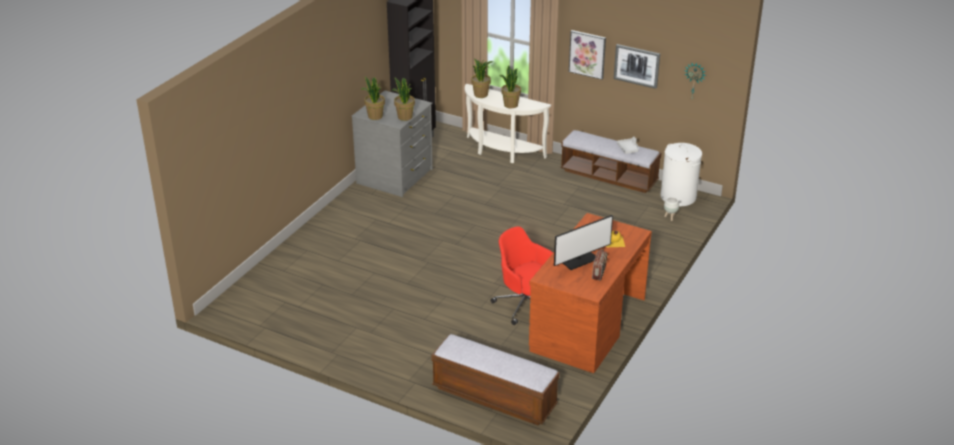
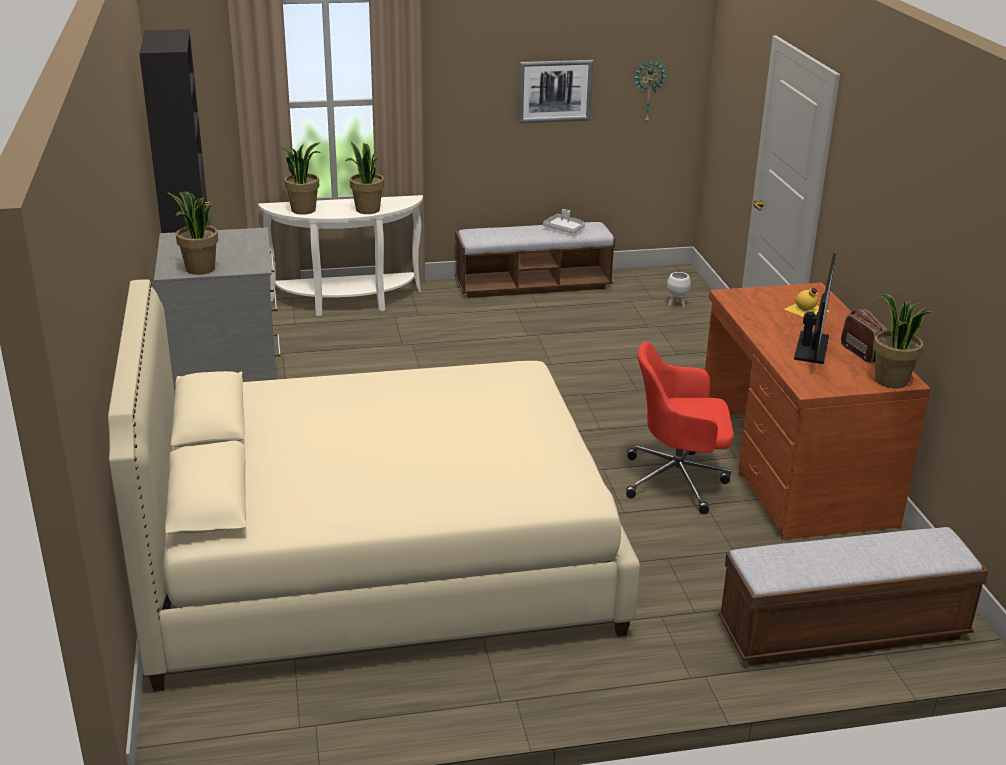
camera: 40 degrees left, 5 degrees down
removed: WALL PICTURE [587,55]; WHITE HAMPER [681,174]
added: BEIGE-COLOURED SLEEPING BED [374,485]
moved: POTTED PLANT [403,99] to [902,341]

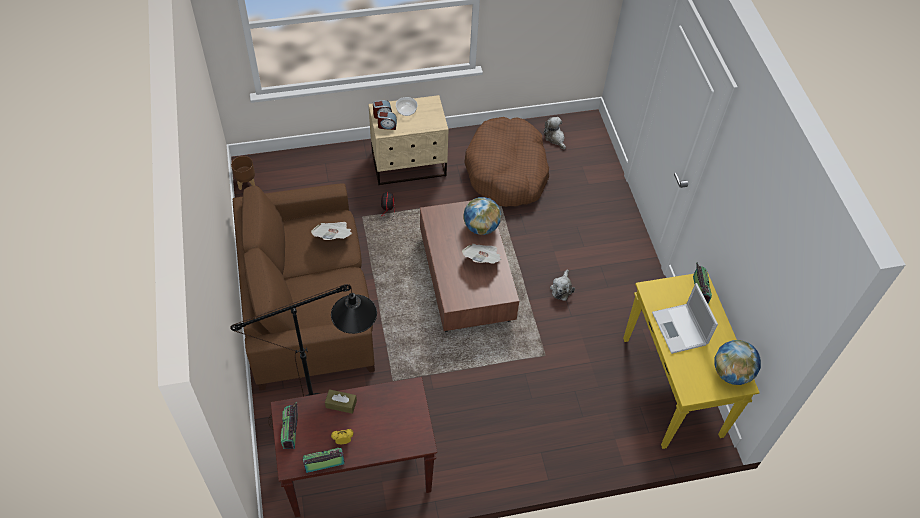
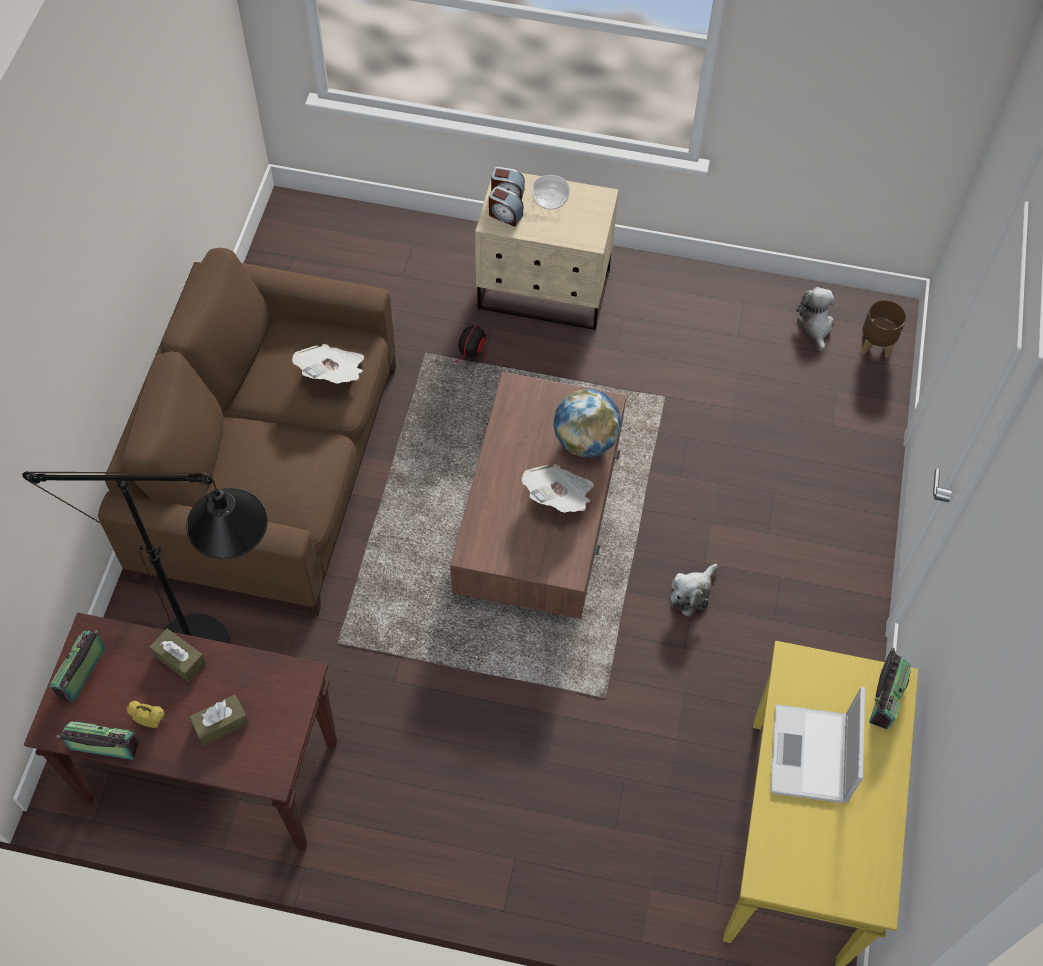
camera: 25 degrees right, 5 degrees up
removed: BROWN-COLOURED DOG BED [506,162]; GLOBE [737,362]
added: BROWN-COLOURED TISSUE BOX [219,720]
moved: BROWN-COLOURED FLOWER POT [243,173] to [883,329]

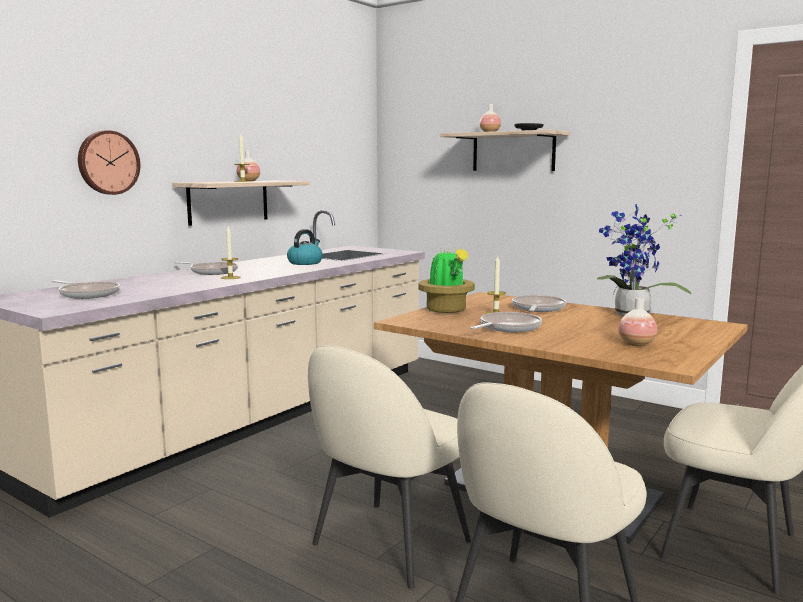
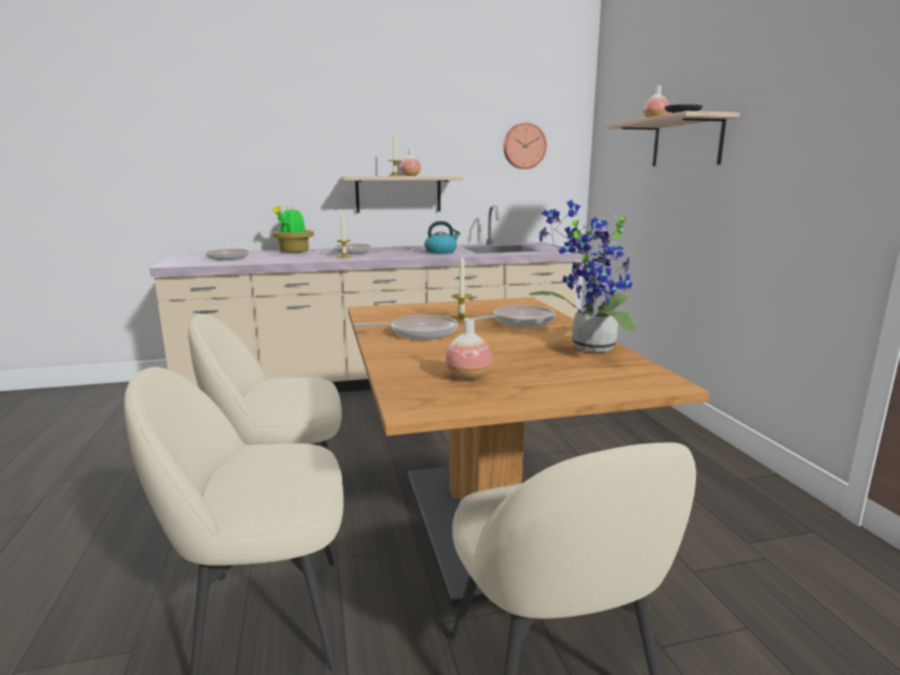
camera: 40 degrees right, 5 degrees up
moved: HANGING CLOCK [109,162] to [525,146]; POTTED PLANT [446,280] to [293,229]

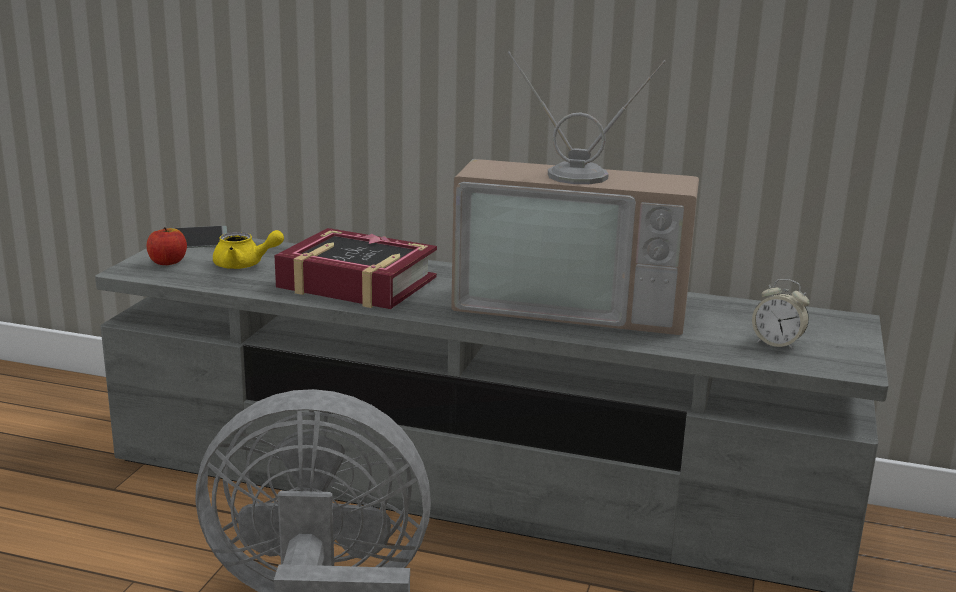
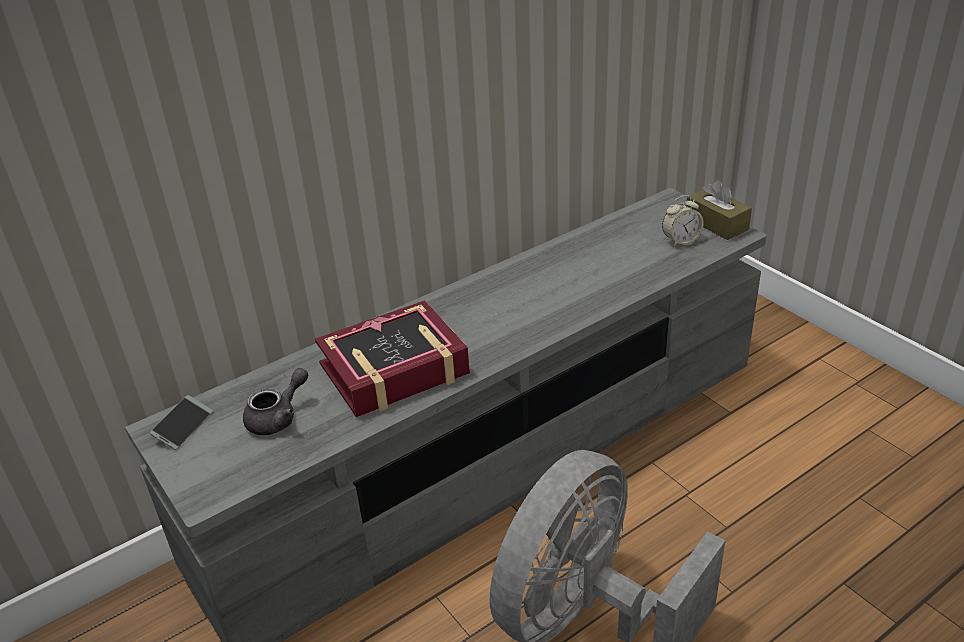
camera: 50 degrees left, 15 degrees up
removed: WHOLE APPLE [166,246]; TELEVISION [575,193]
added: BROWN-COLOURED TISSUE BOX [719,210]
recoloured: YELLOW-COLOURED TEA POT [248,249] to GREY TEA POT [275,401]

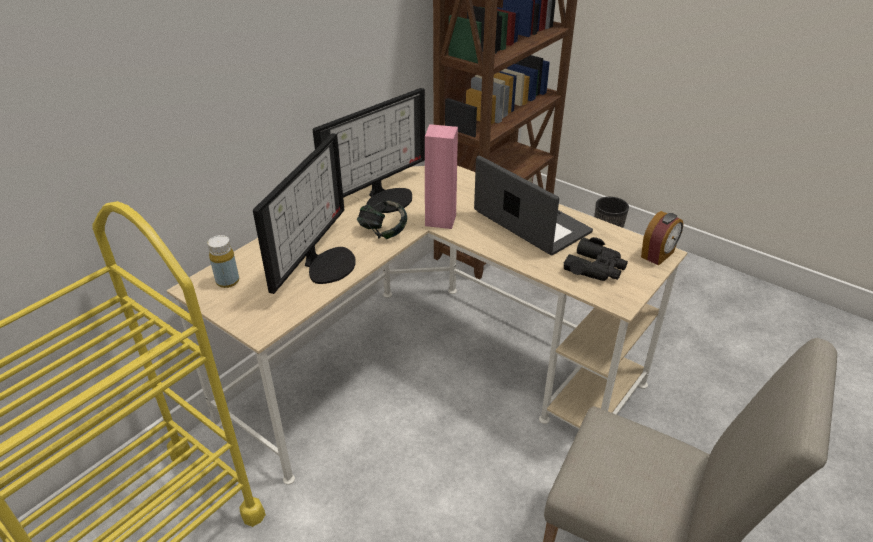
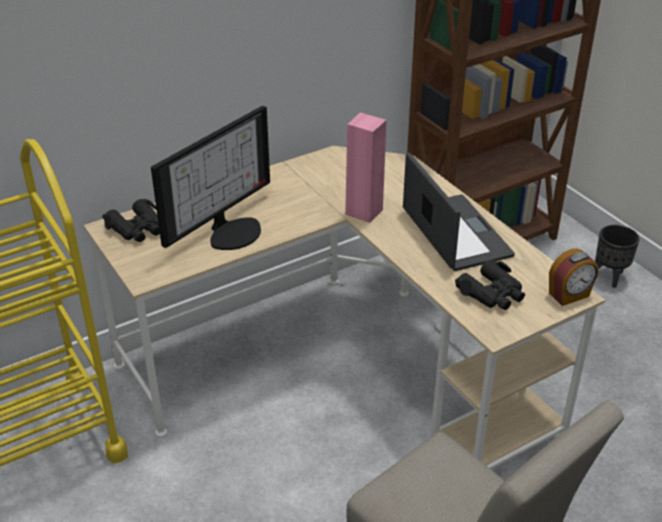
camera: 20 degrees right, 0 degrees up
removed: MONITOR [369,150]; PAIR OF HEADPHONES [382,219]
replaced: YELLOW-COLOURED BEVERAGE BOTTLE [223,261] to BLACK PAIR OF BINOCULARS [131,220]

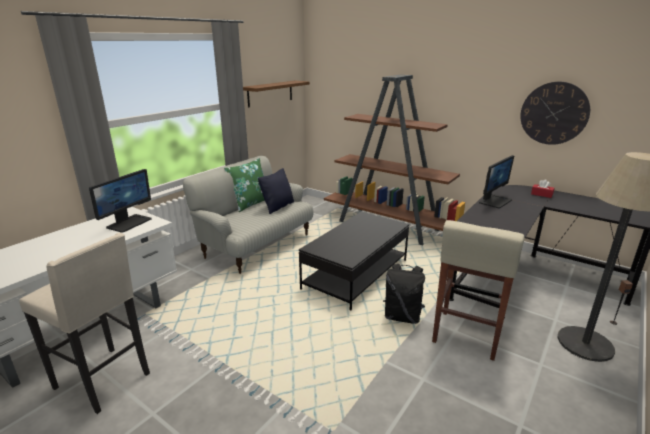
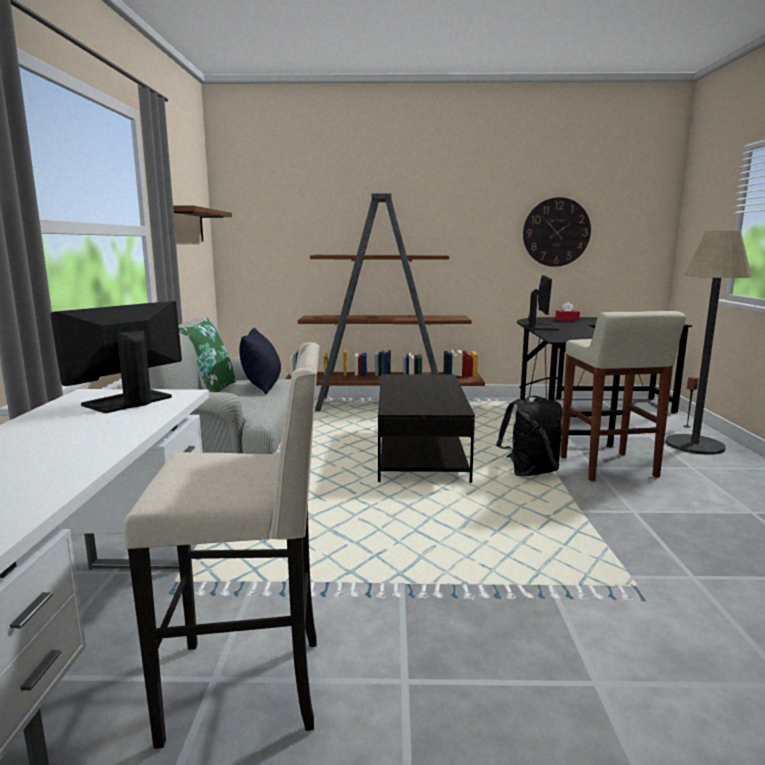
camera: 35 degrees left, 10 degrees down
turned: MONITOR [120,201] = [116,357] 135 degrees counterclockwise

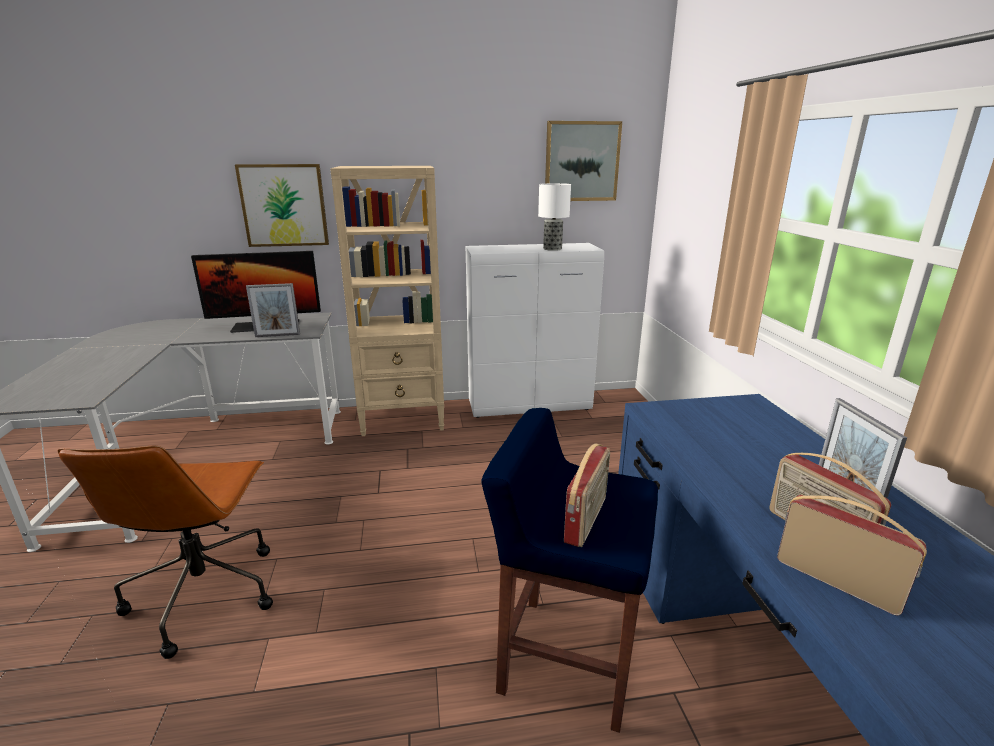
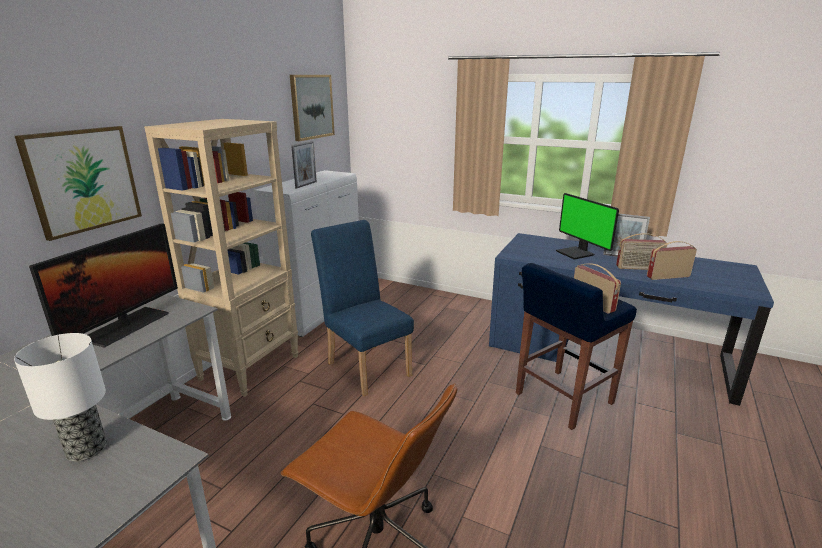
camera: 55 degrees left, 0 degrees up
added: BLUISH PLAIN CHAIR [362,308]; MONITOR [587,226]
moved: PHOTO FRAME [273,310] to [304,165]; LAMP FOR A TABLE [554,217] to [60,397]

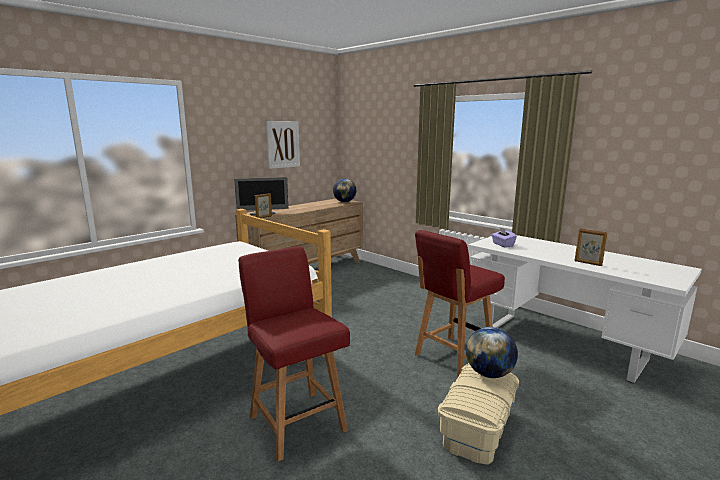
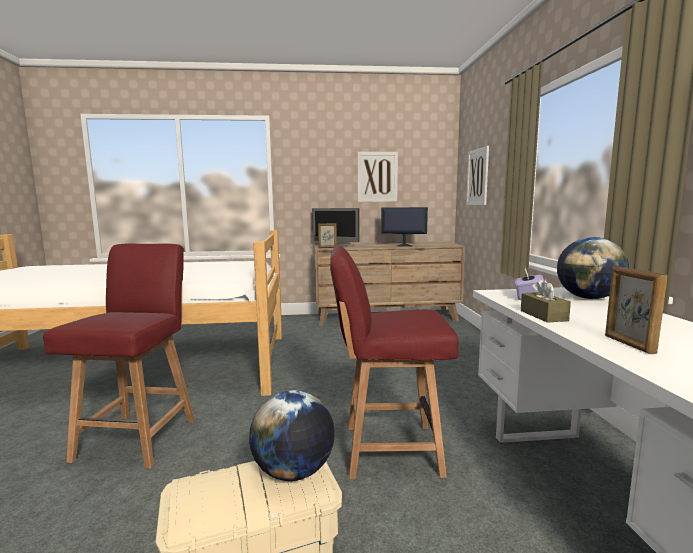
camera: 40 degrees right, 5 degrees down
added: MONITOR [404,227]; WALL PICTURE [477,175]; BROWN-COLOURED TISSUE BOX [546,301]
moved: GLOBE [344,190] to [593,268]

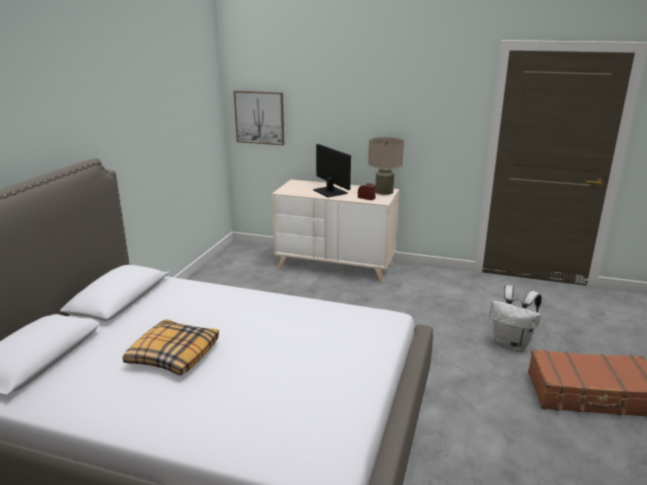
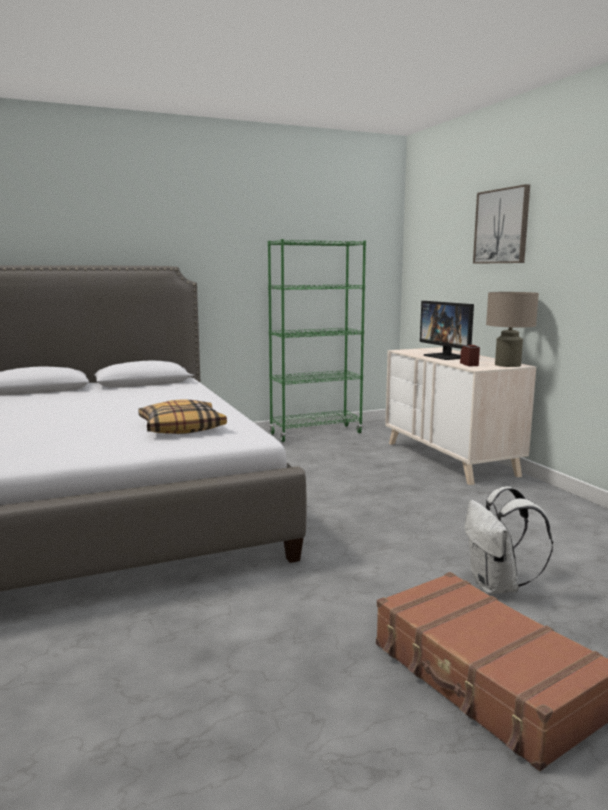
camera: 50 degrees right, 10 degrees down
added: GREENISH SHELVING UNIT [317,340]
moved: PILLOW [171,347] to [182,416]; WALL PICTURE [259,118] to [501,224]
turned: MONITOR [332,170] = [447,330] 135 degrees clockwise

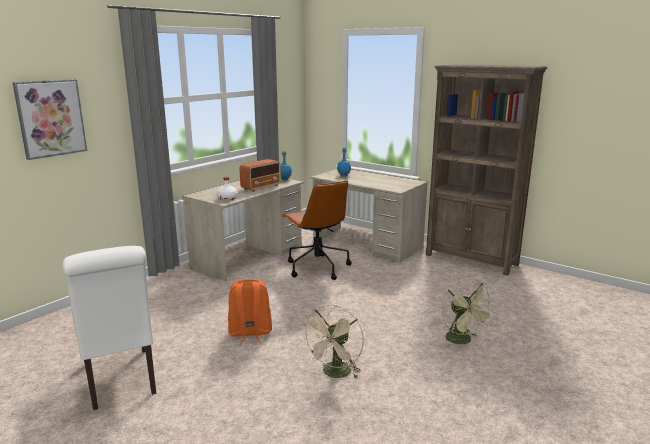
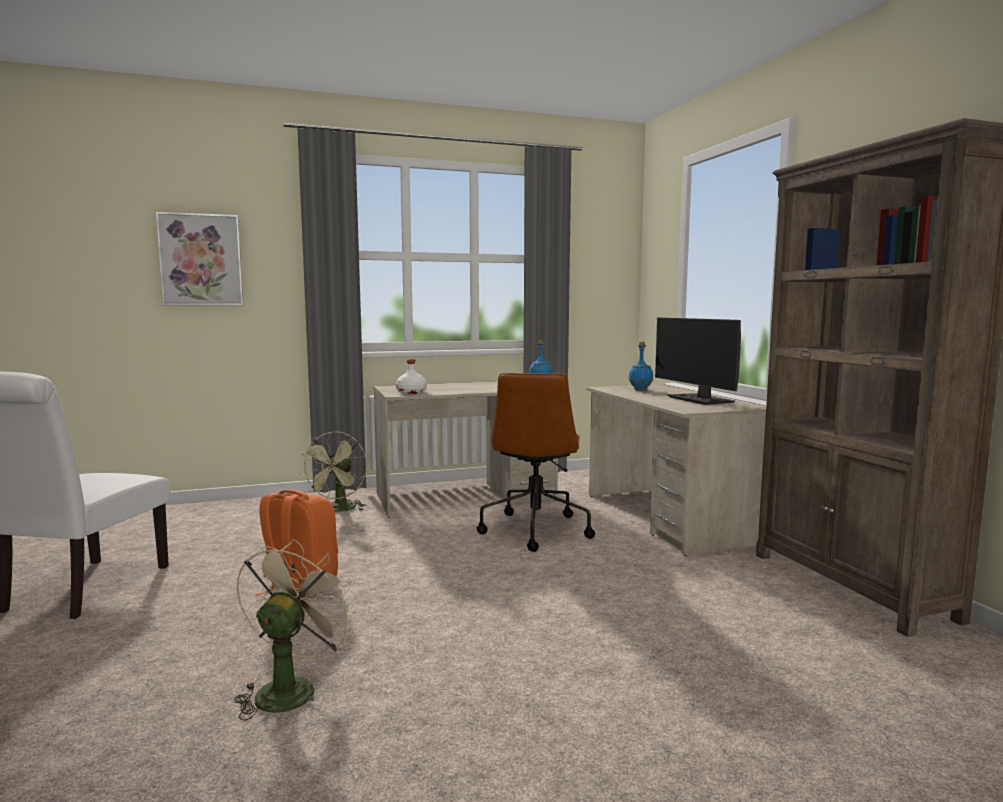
camera: 35 degrees right, 10 degrees down
removed: RADIO SET [260,175]
added: MONITOR [698,361]
moved: GREENISH ELECTRIC FAN [468,313] to [333,471]
turned: BEIGE-COLOURED ELECTRIC FAN [332,342] = [295,630] 135 degrees clockwise

